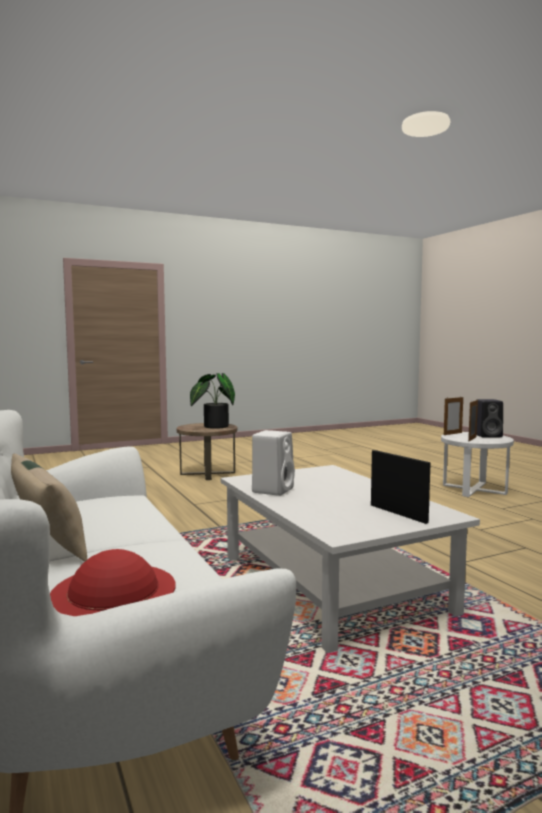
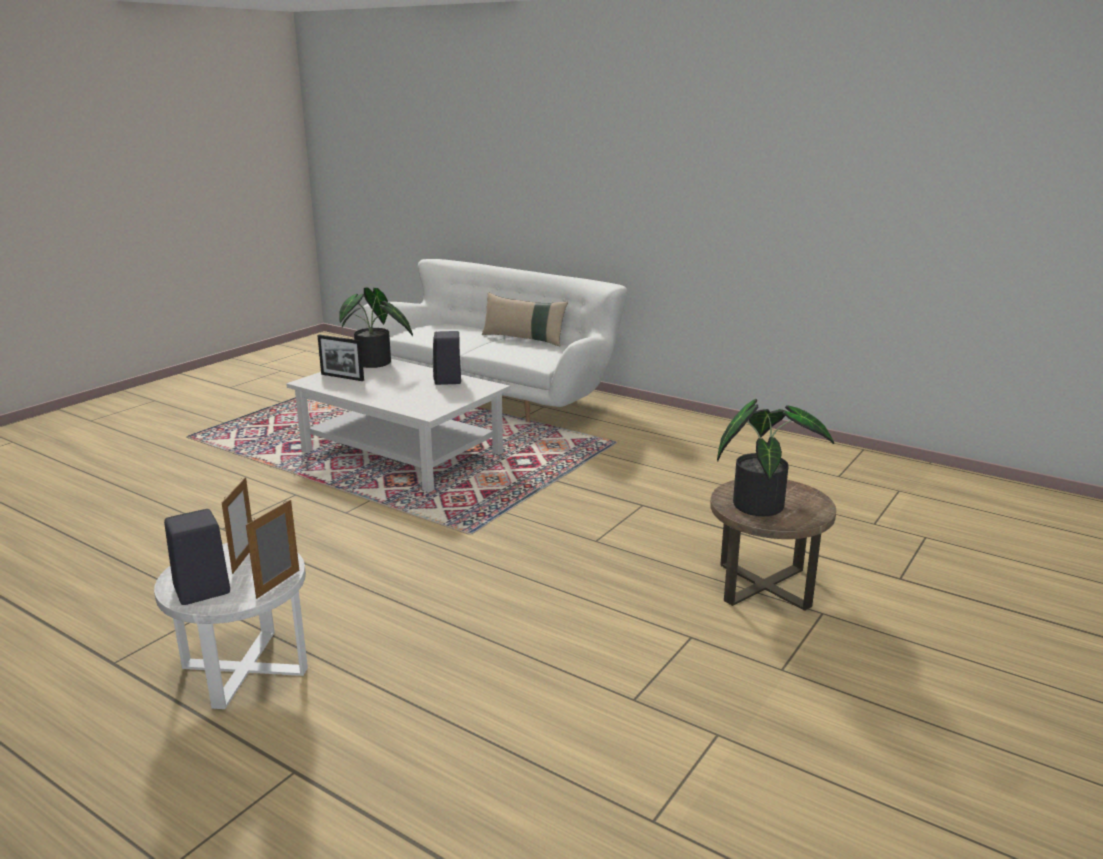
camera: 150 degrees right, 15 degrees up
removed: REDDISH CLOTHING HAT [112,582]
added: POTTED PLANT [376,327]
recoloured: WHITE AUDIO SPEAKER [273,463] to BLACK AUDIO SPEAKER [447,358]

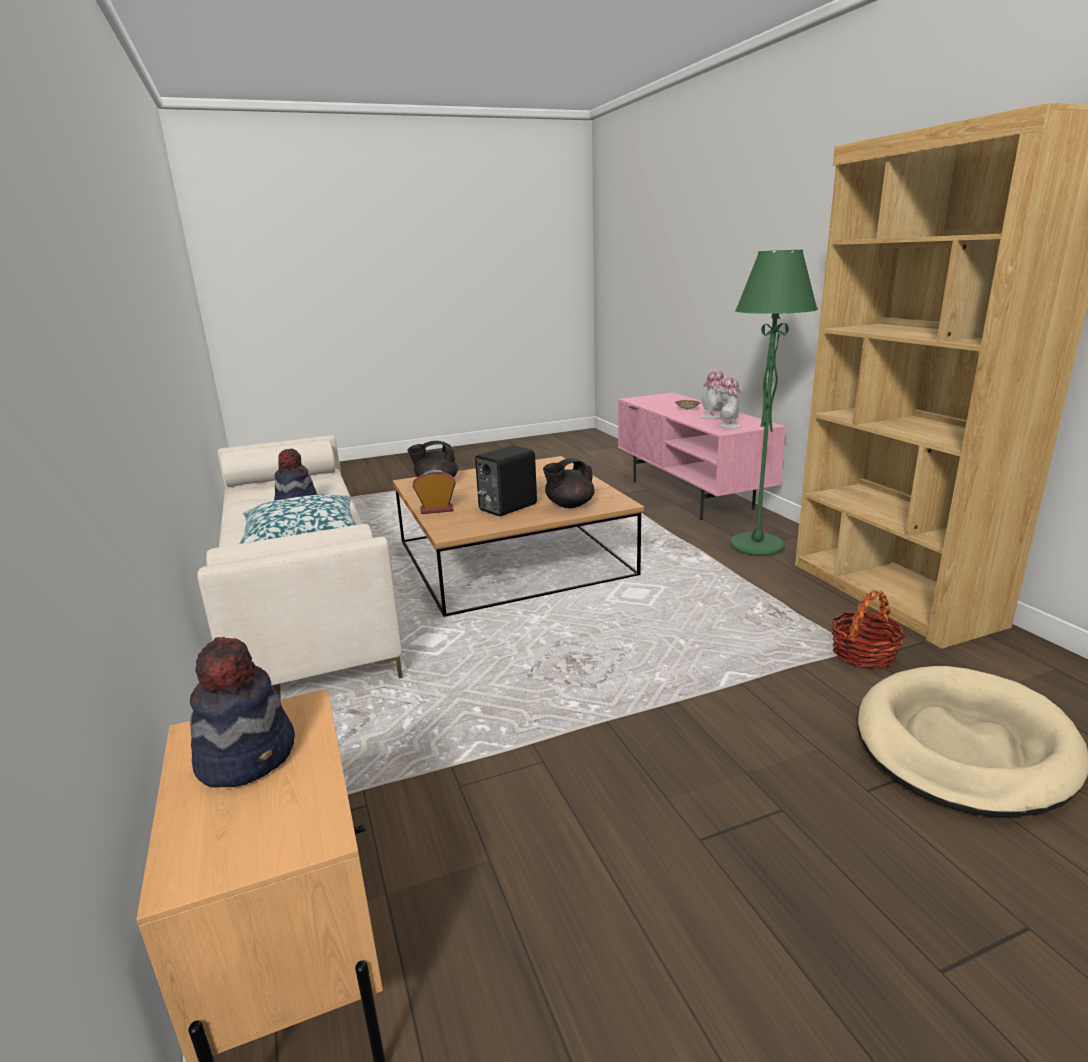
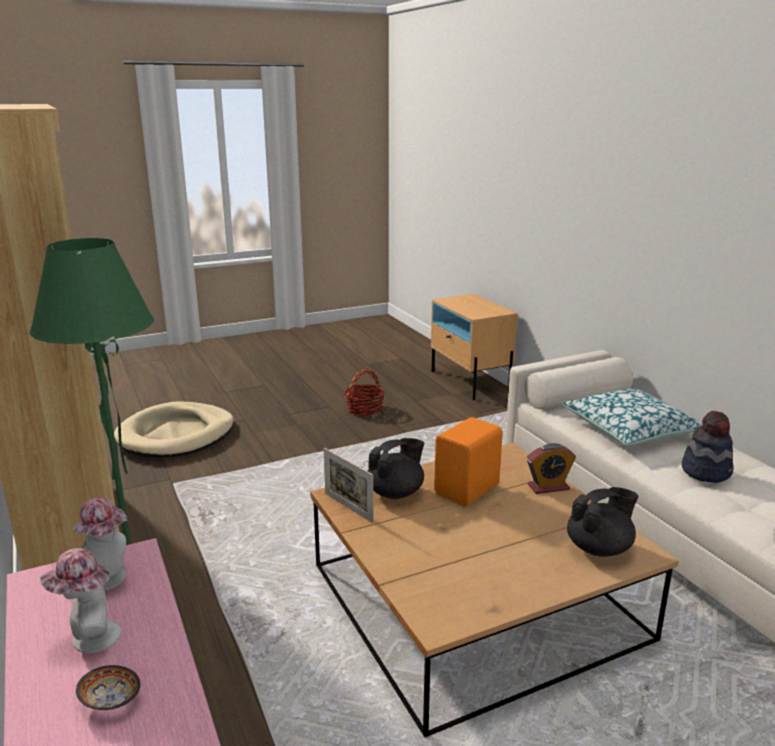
camera: 175 degrees right, 0 degrees up
removed: CLOTHING HAT [242,712]
added: PHOTO FRAME [349,485]
moved: HOUSEHOLD BASKET [868,630] to [364,392]
recoloured: BLACK AUDIO SPEAKER [506,480] to ORANGE-COLOURED AUDIO SPEAKER [468,461]

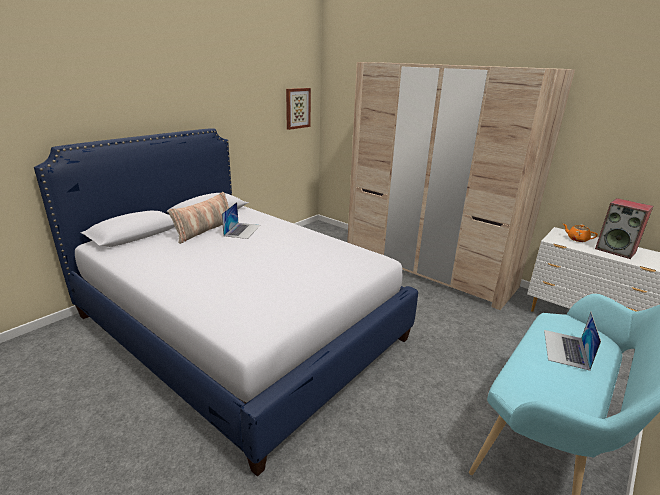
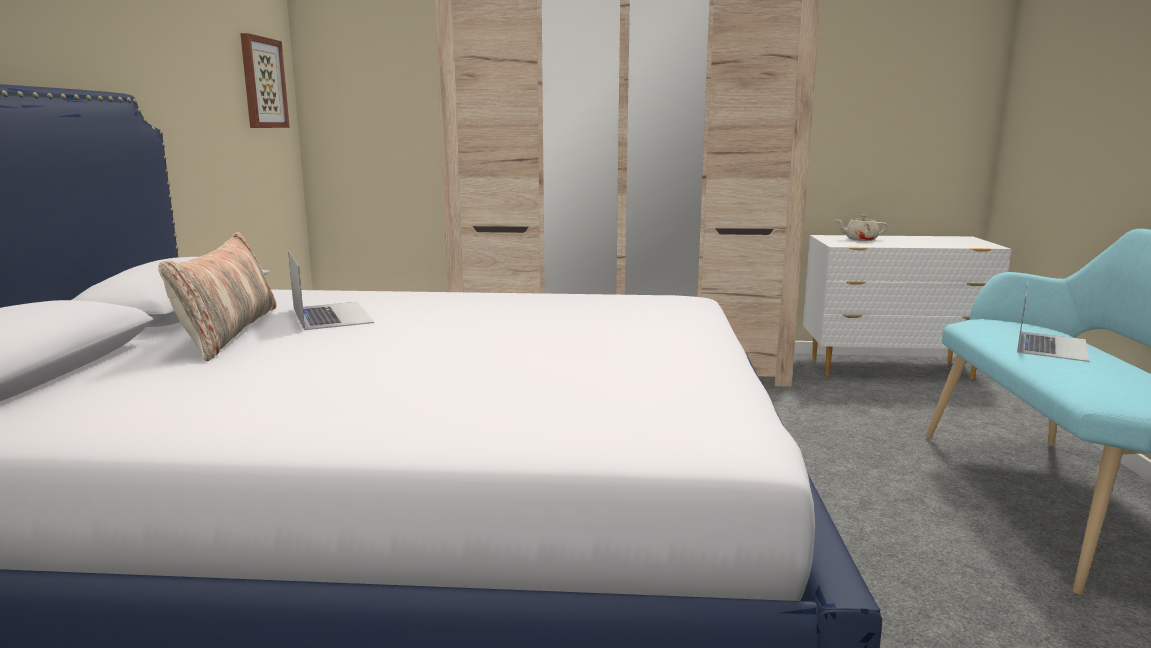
camera: 35 degrees left, 10 degrees down
removed: AUDIO SPEAKER [624,228]
recoloured: ORANGE-COLOURED TEA POT [580,233] to BEIGE-COLOURED TEA POT [861,228]
turned: NOTEBOOK COMPUTER [572,341] = [1053,322] 135 degrees counterclockwise

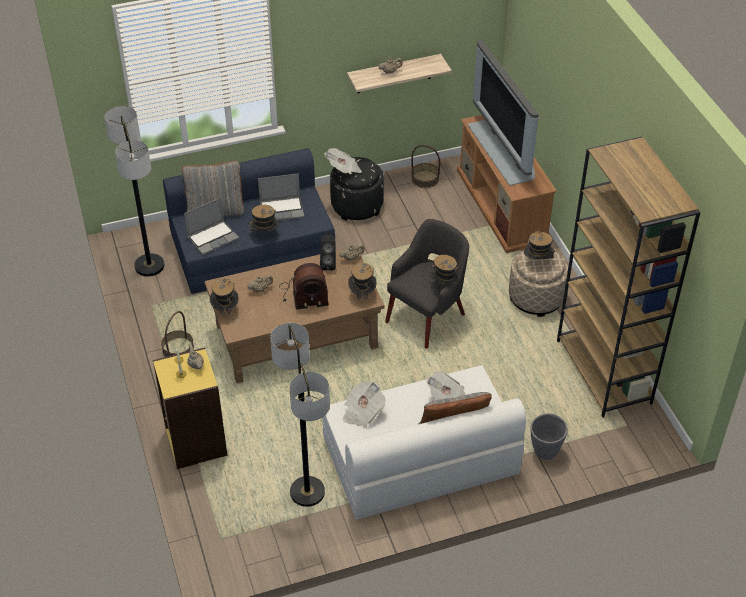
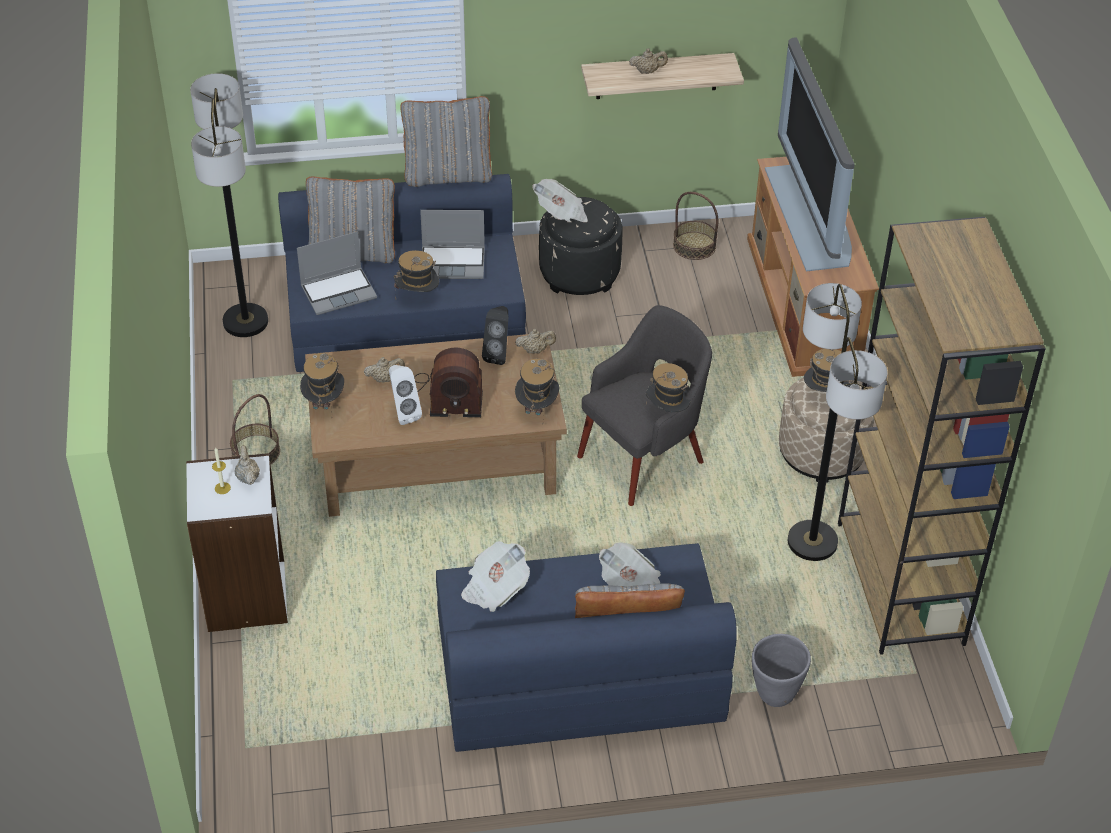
camera: 10 degrees right, 0 degrees up
added: WHITE AUDIO SPEAKER [405,395]; GREY PILLOW [446,141]
moved: STANDARD LAMP [300,415] to [838,422]
recoloured: YELLOW-COLOURED SHELVING UNIT [190,408] to WHITE SHELVING UNIT [237,542]; WHITE SOFA [424,442] to BLUISH SOFA [586,647]

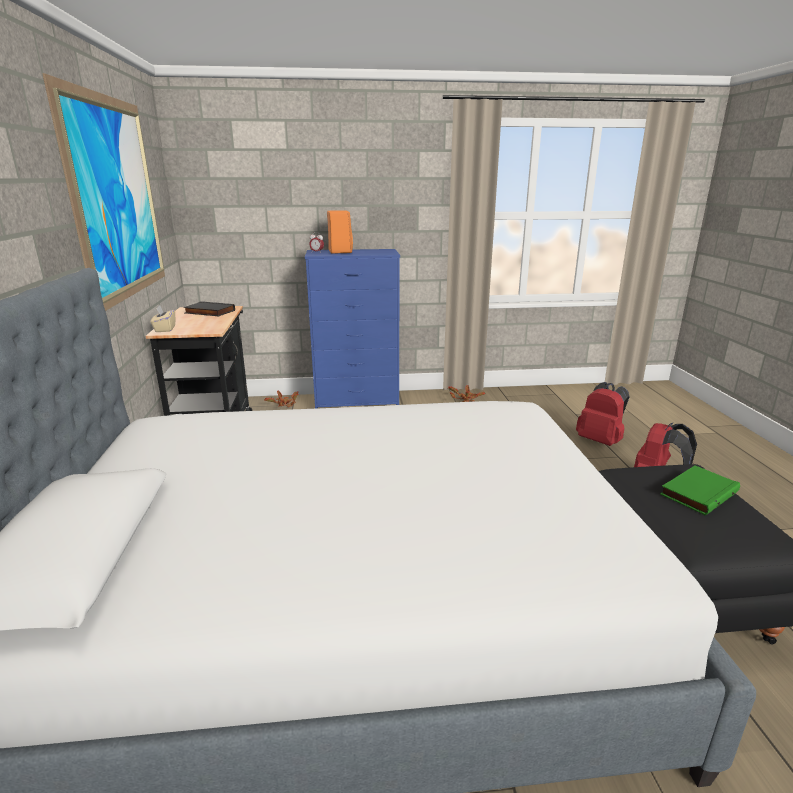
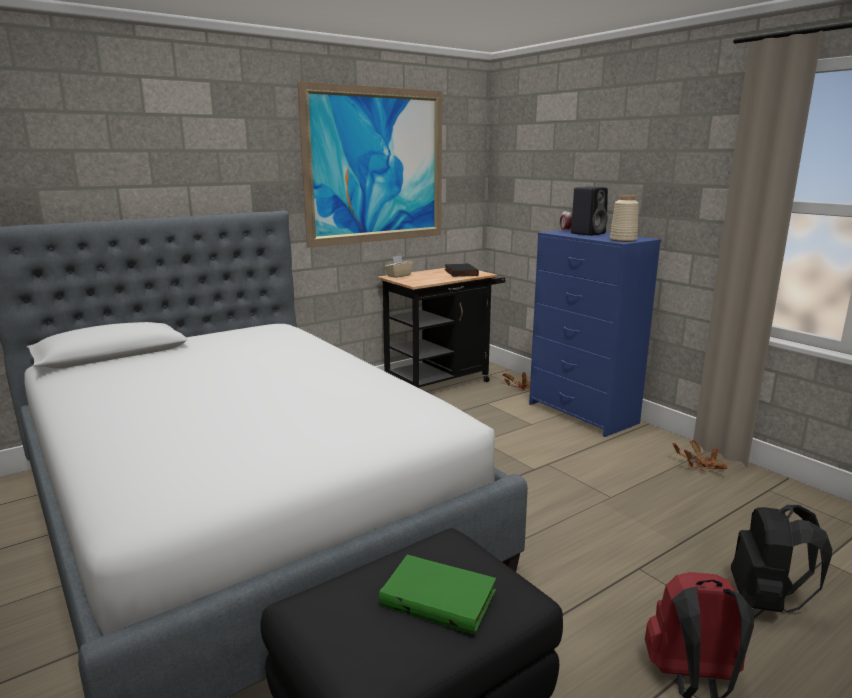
camera: 60 degrees right, 5 degrees down
added: BEIGE-COLOURED VASE [624,218]
recoloured: ORANGE-COLOURED AUDIO SPEAKER [340,232] to BLACK AUDIO SPEAKER [589,211]; REDDISH RUCKSACK [603,414] to BLACK RUCKSACK [781,559]

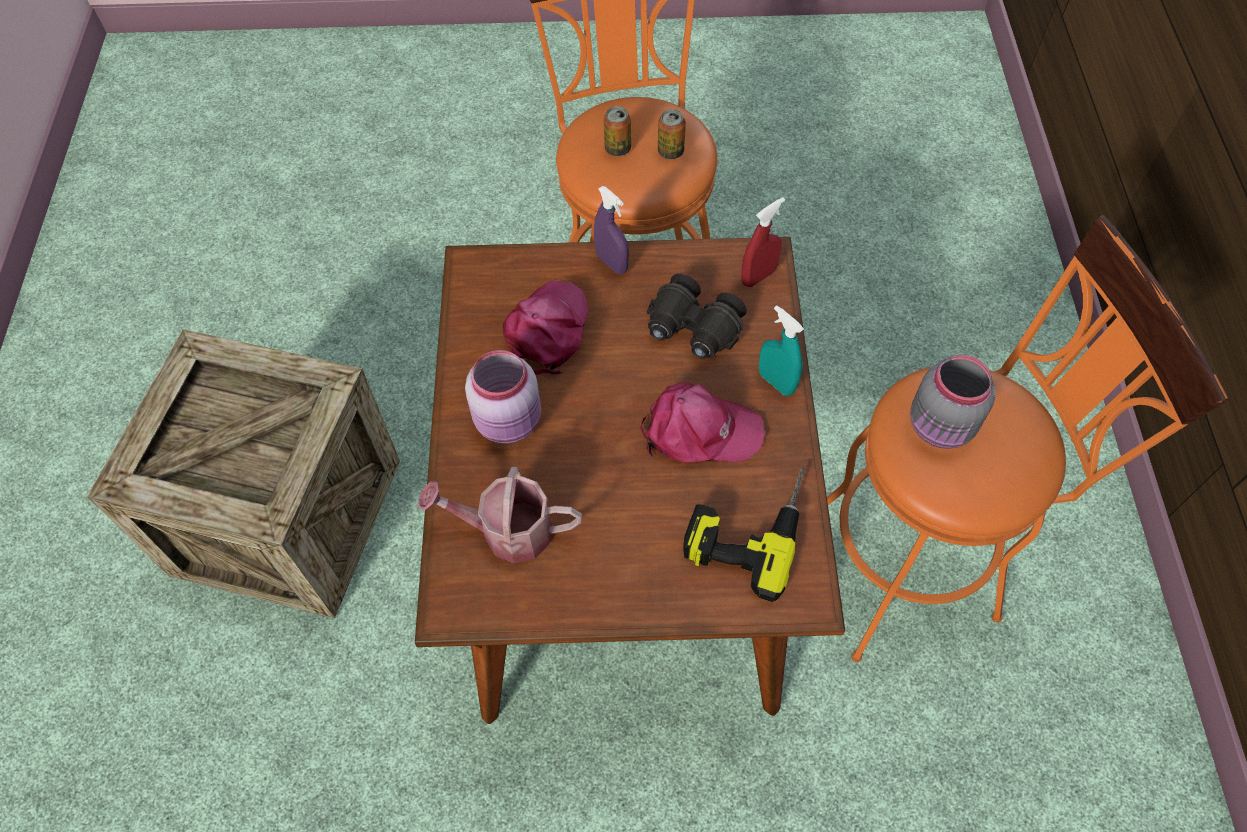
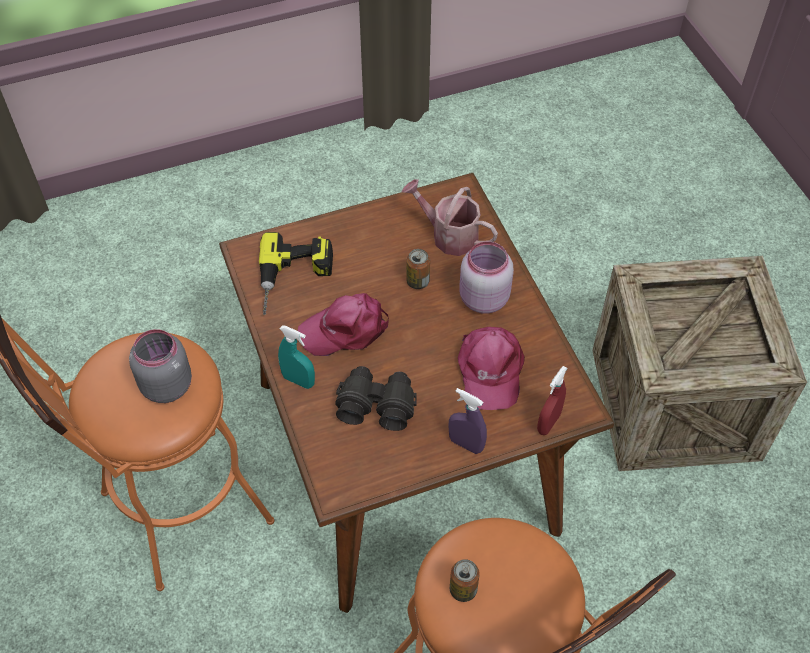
camera: 160 degrees right, 5 degrees down
moved: METAL CAN [617,131] to [418,269]; REDDISH SPRAYER [763,242] to [552,400]
turned: WATERING POT [500,515] = [450,217] 135 degrees counterclockwise

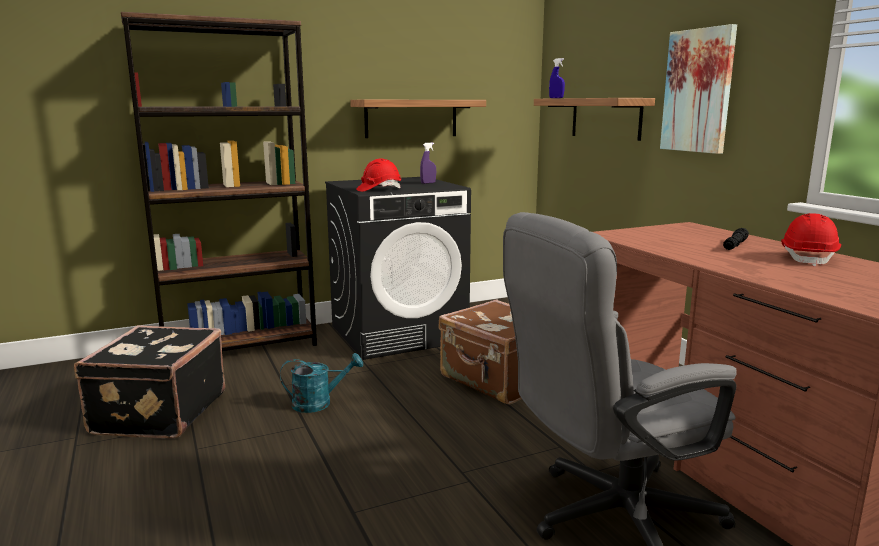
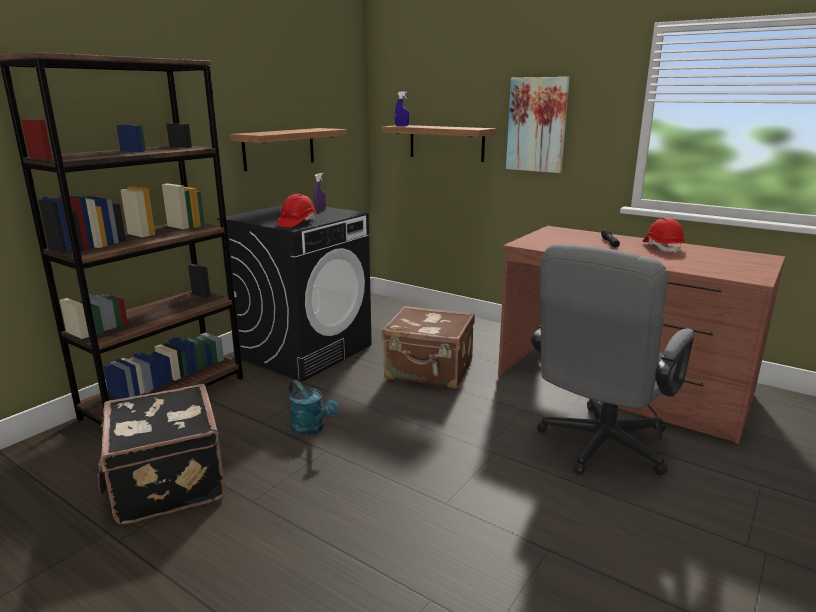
camera: 30 degrees left, 5 degrees up
turned: TURQUOISE WATERING POT [321,383] = [313,407] 90 degrees clockwise

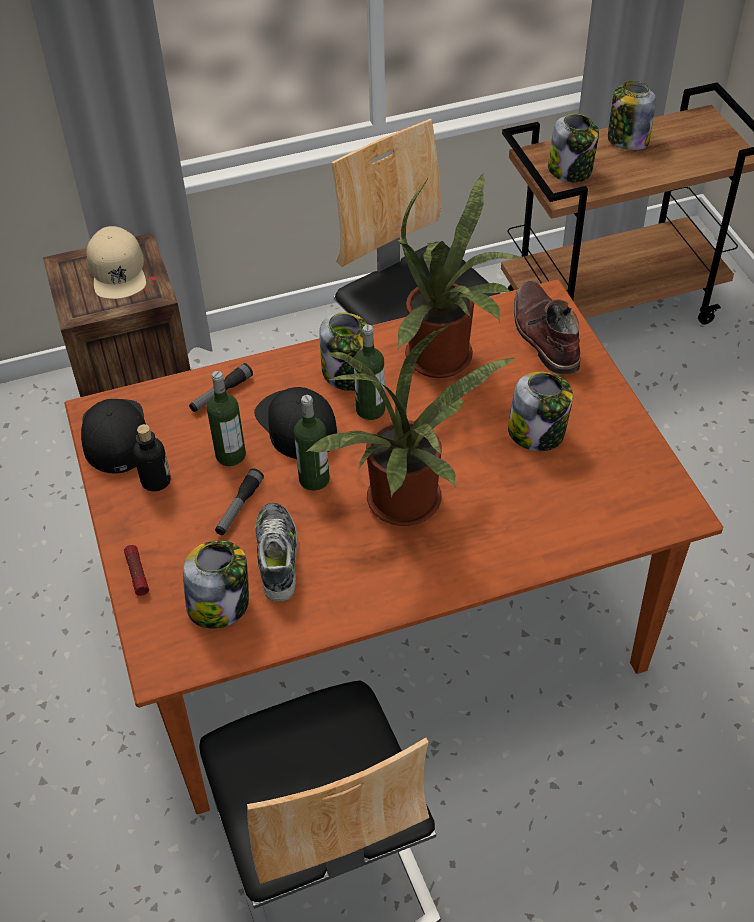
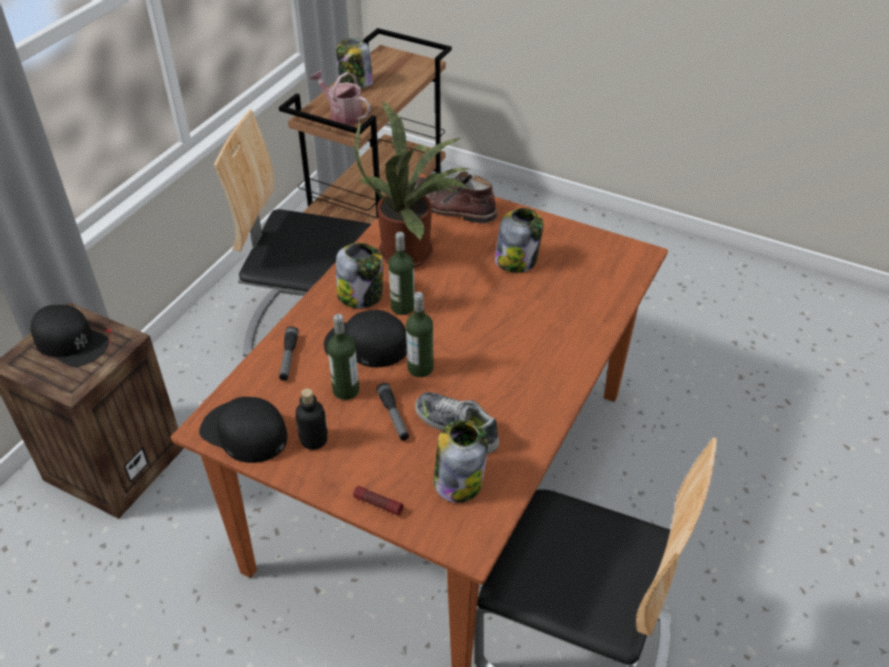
camera: 45 degrees left, 5 degrees down
removed: POTTED PLANT [410,424]
replaced: JAR [573,148] to WATERING POT [340,97]
recoloured: BEIGE-COLOURED PEAKED CAP [116,262] to BLACK PEAKED CAP [70,336]

